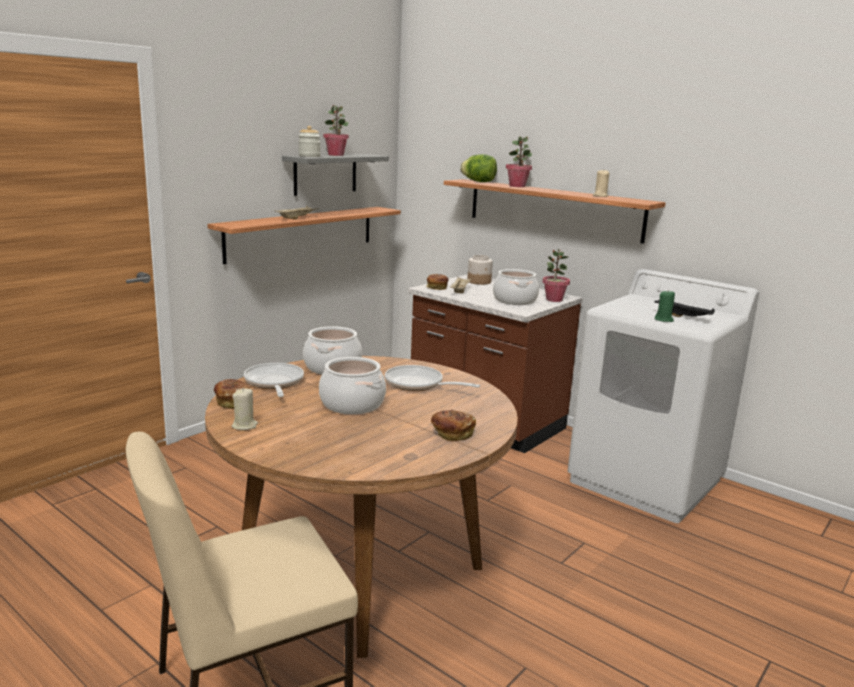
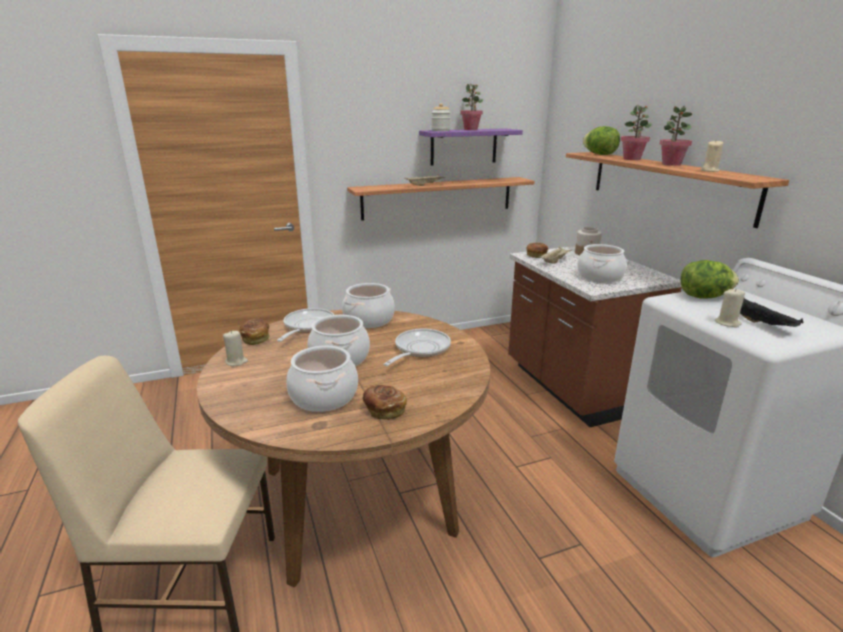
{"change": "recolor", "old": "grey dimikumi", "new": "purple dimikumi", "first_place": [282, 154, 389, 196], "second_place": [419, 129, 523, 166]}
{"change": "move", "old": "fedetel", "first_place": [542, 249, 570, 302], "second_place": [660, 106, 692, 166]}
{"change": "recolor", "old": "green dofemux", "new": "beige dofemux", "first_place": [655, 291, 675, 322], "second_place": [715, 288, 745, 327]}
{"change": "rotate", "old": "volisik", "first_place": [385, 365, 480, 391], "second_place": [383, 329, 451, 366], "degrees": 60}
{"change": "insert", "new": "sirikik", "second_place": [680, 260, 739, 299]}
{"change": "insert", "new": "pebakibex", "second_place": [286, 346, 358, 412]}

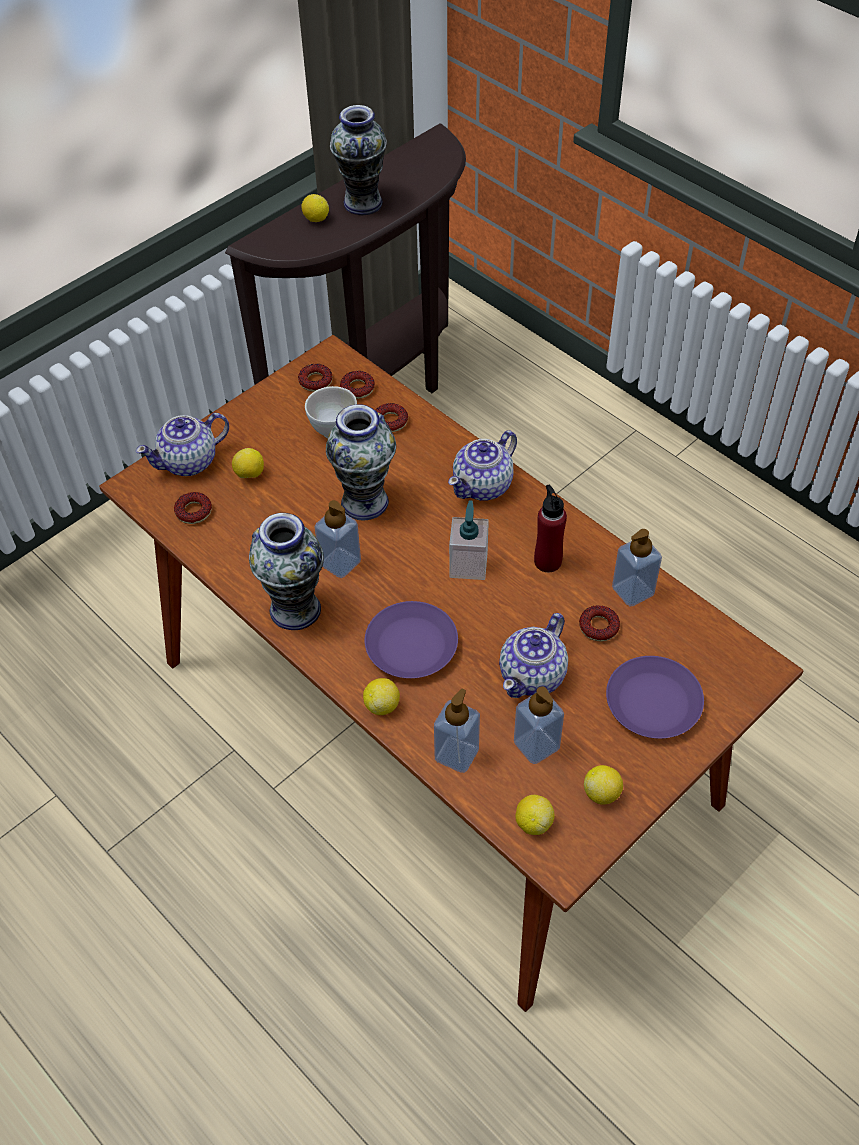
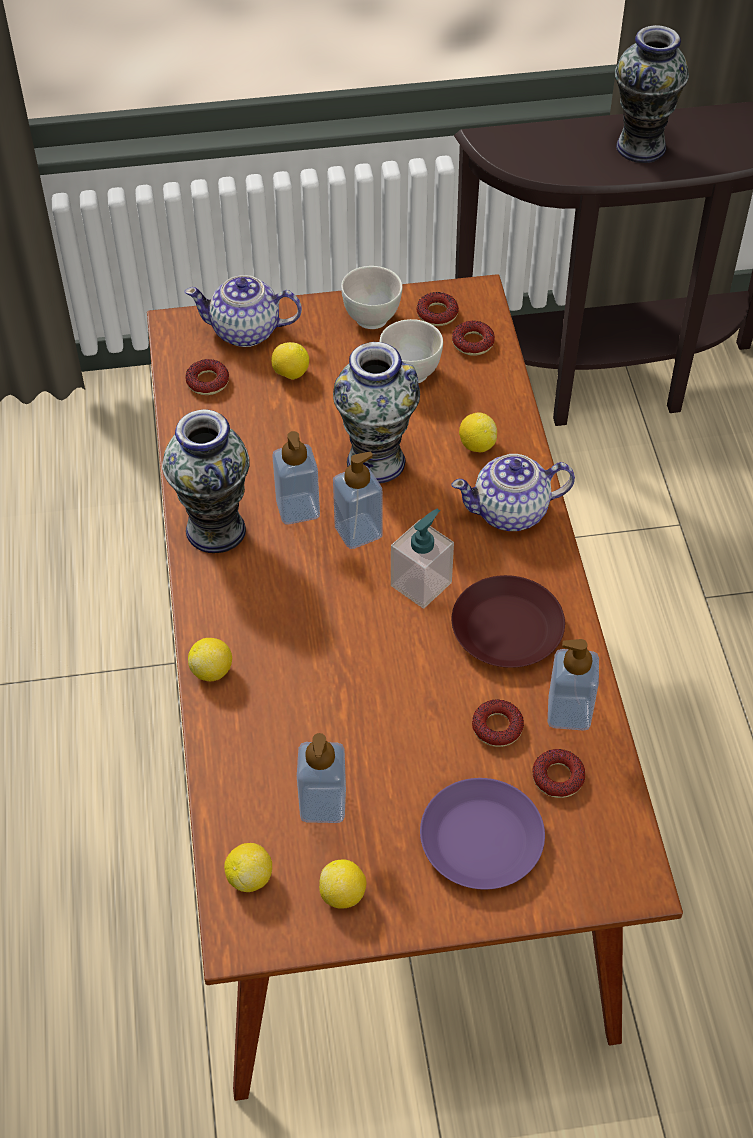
{"change": "move", "old": "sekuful", "first_place": [301, 194, 329, 222], "second_place": [459, 413, 497, 452]}
{"change": "move", "old": "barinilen", "first_place": [375, 403, 408, 432], "second_place": [532, 749, 585, 798]}
{"change": "replace", "old": "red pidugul", "new": "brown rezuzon", "first_place": [534, 485, 567, 572], "second_place": [452, 575, 565, 668]}
{"change": "delete", "old": "purple rezuzon", "first_place": [365, 601, 458, 678]}
{"change": "delete", "old": "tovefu", "first_place": [499, 613, 568, 698]}
{"change": "move", "old": "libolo", "first_place": [434, 688, 480, 773], "second_place": [333, 452, 382, 549]}
{"change": "insert", "new": "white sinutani", "second_place": [341, 266, 402, 329]}

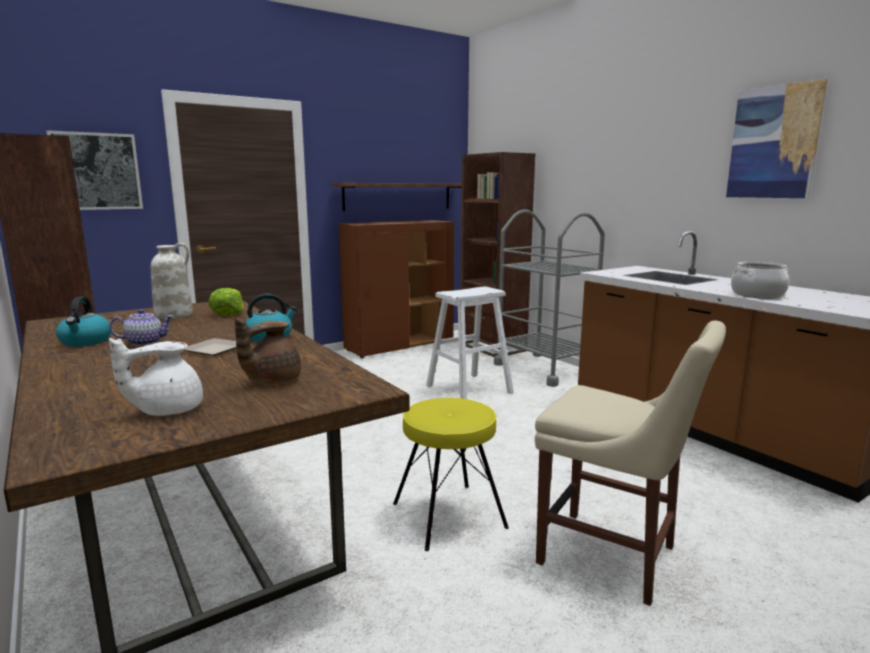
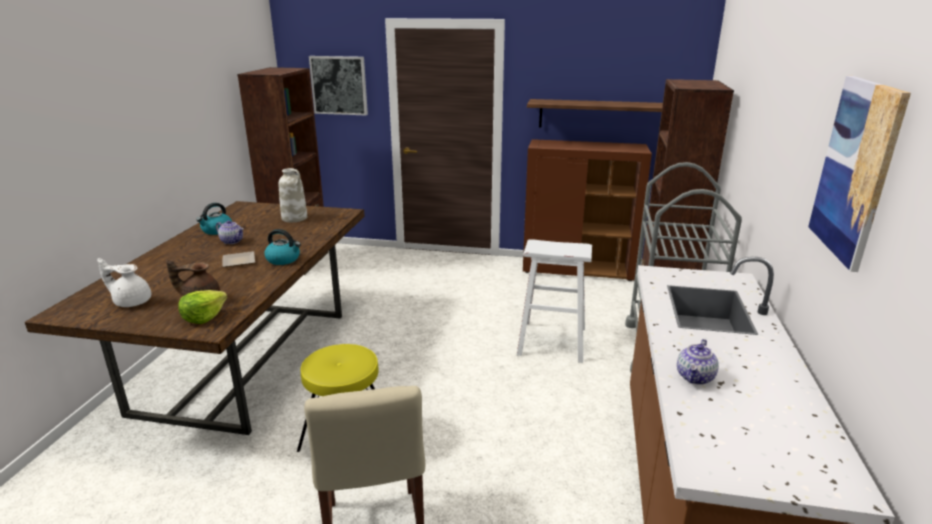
{"change": "replace", "old": "pebakibex", "new": "tovefu", "first_place": [731, 262, 789, 299], "second_place": [677, 339, 719, 385]}
{"change": "move", "old": "sirikik", "first_place": [208, 288, 244, 316], "second_place": [178, 290, 227, 324]}

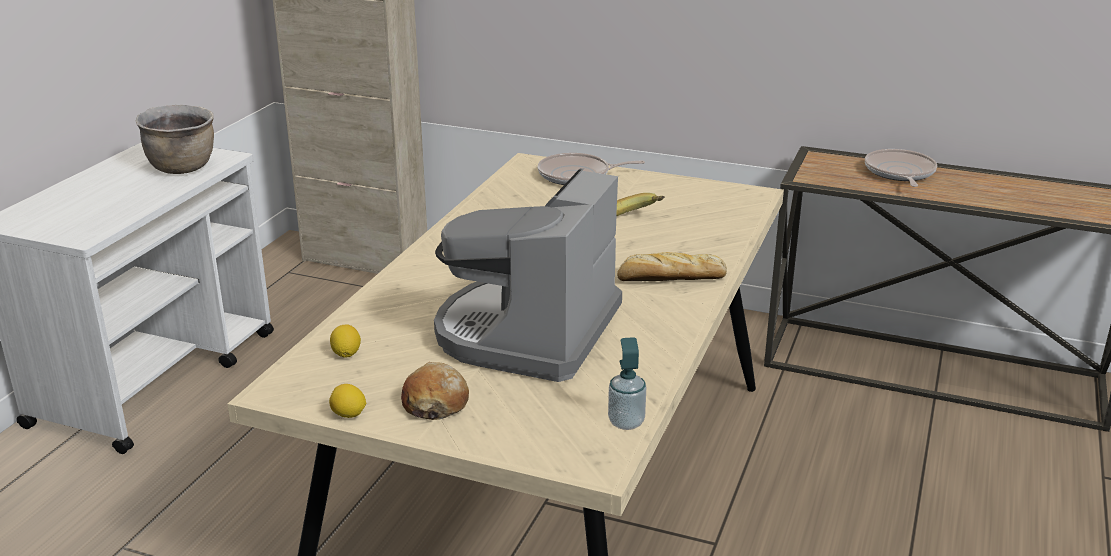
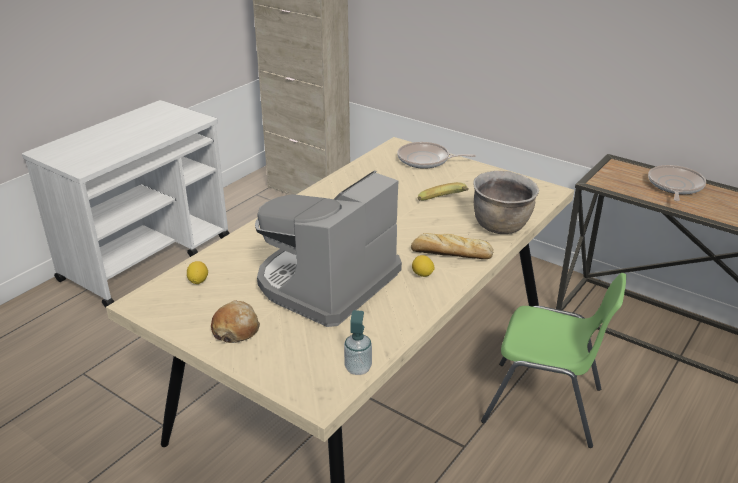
{"change": "move", "old": "brown pebakibex", "first_place": [136, 105, 214, 174], "second_place": [473, 171, 539, 234]}
{"change": "move", "old": "sekuful", "first_place": [329, 384, 366, 418], "second_place": [412, 255, 435, 277]}
{"change": "insert", "new": "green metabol", "second_place": [481, 273, 626, 448]}

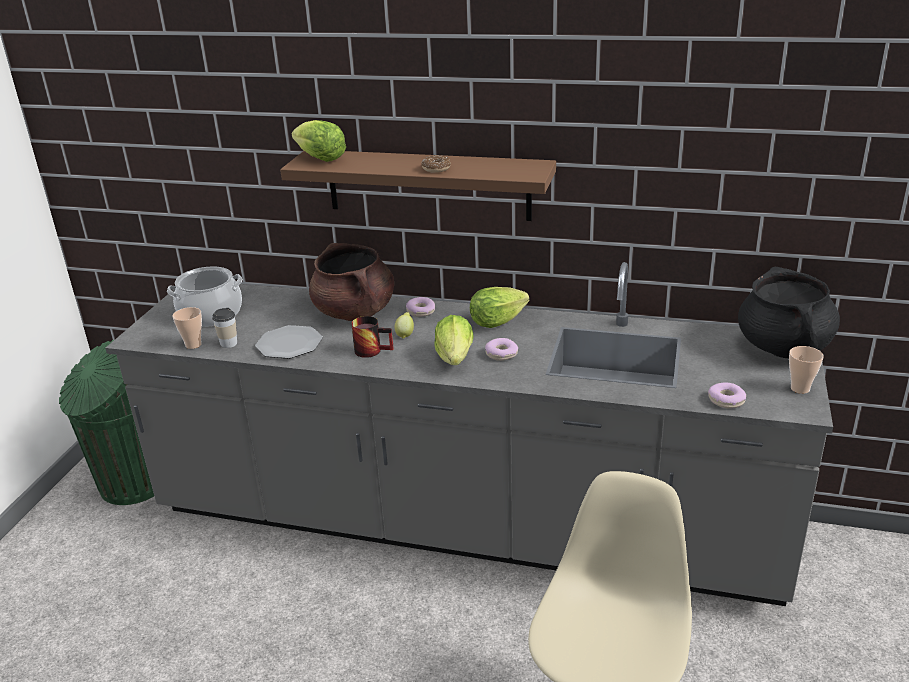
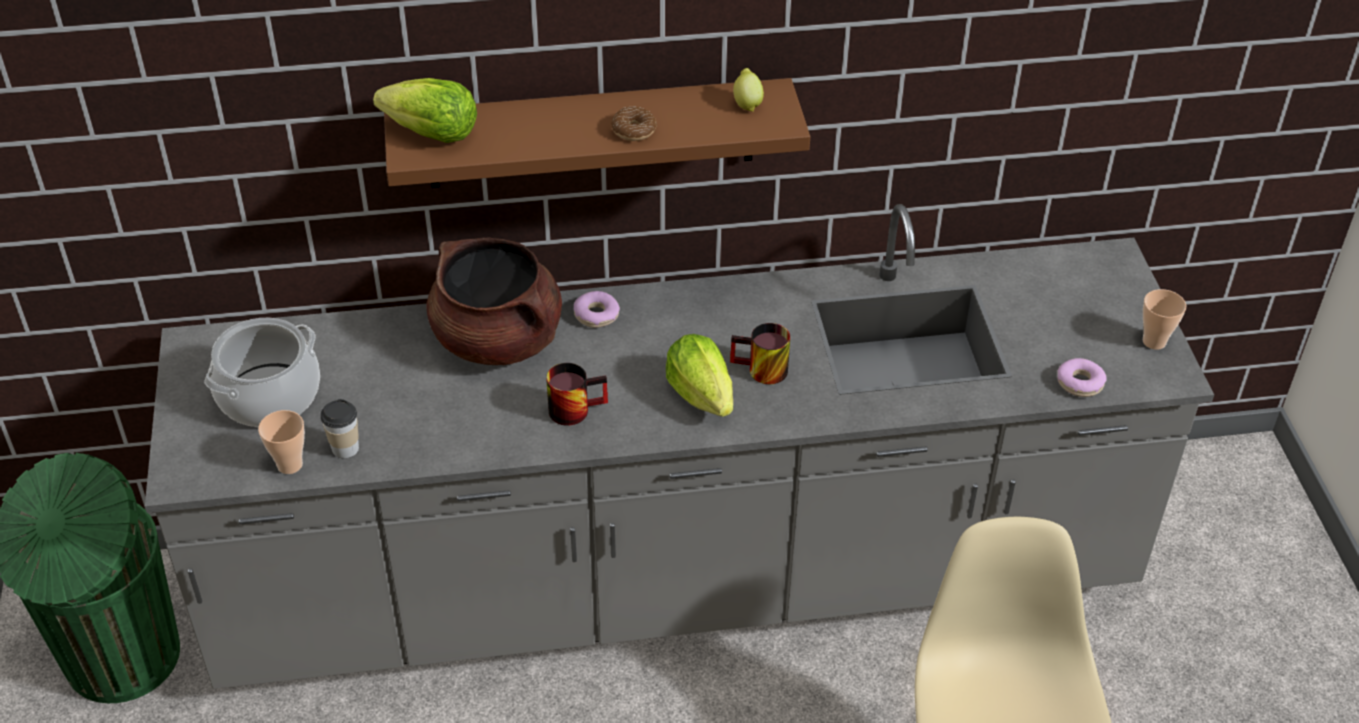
{"change": "delete", "old": "black pebakibex", "first_place": [738, 266, 840, 358]}
{"change": "delete", "old": "sirikik", "first_place": [470, 287, 529, 328]}
{"change": "move", "old": "sekuful", "first_place": [395, 312, 414, 339], "second_place": [733, 68, 764, 112]}
{"change": "delete", "old": "rezuzon", "first_place": [255, 325, 323, 359]}
{"change": "replace", "old": "barinilen", "new": "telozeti", "first_place": [485, 338, 518, 361], "second_place": [730, 323, 790, 384]}

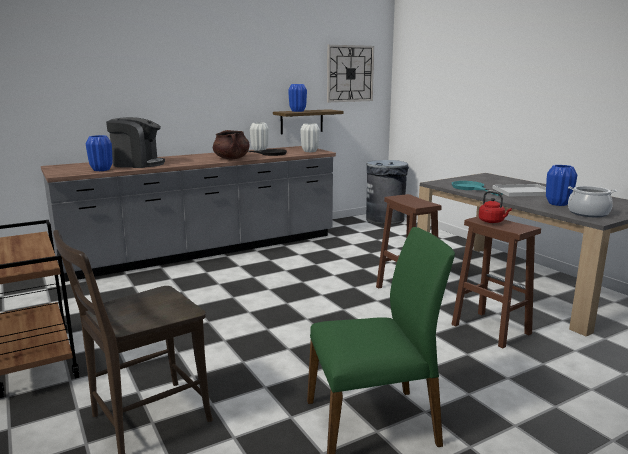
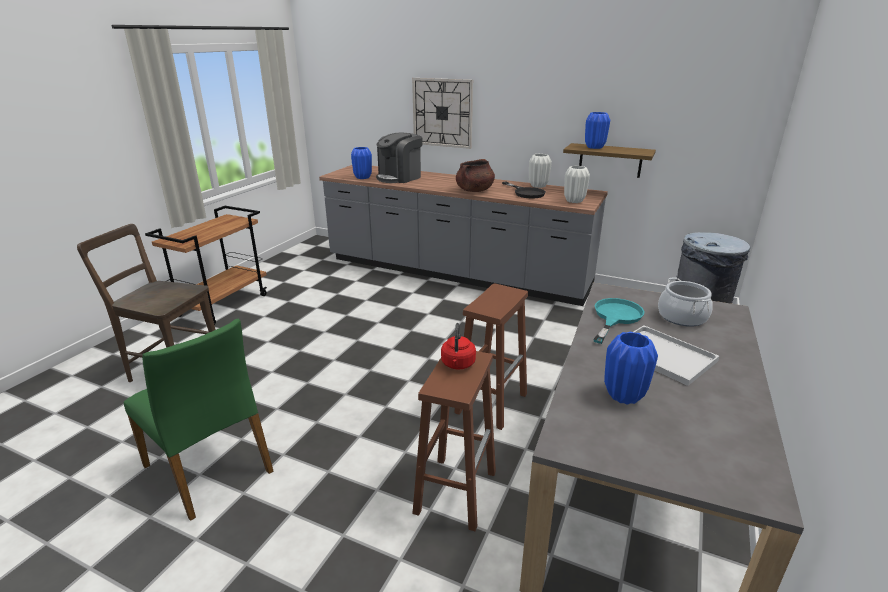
{"change": "move", "old": "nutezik", "first_place": [327, 45, 374, 102], "second_place": [412, 78, 473, 149]}
{"change": "rotate", "old": "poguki", "first_place": [106, 117, 165, 168], "second_place": [376, 133, 423, 183], "degrees": 75}
{"change": "move", "old": "pebakibex", "first_place": [568, 186, 617, 217], "second_place": [658, 277, 713, 327]}

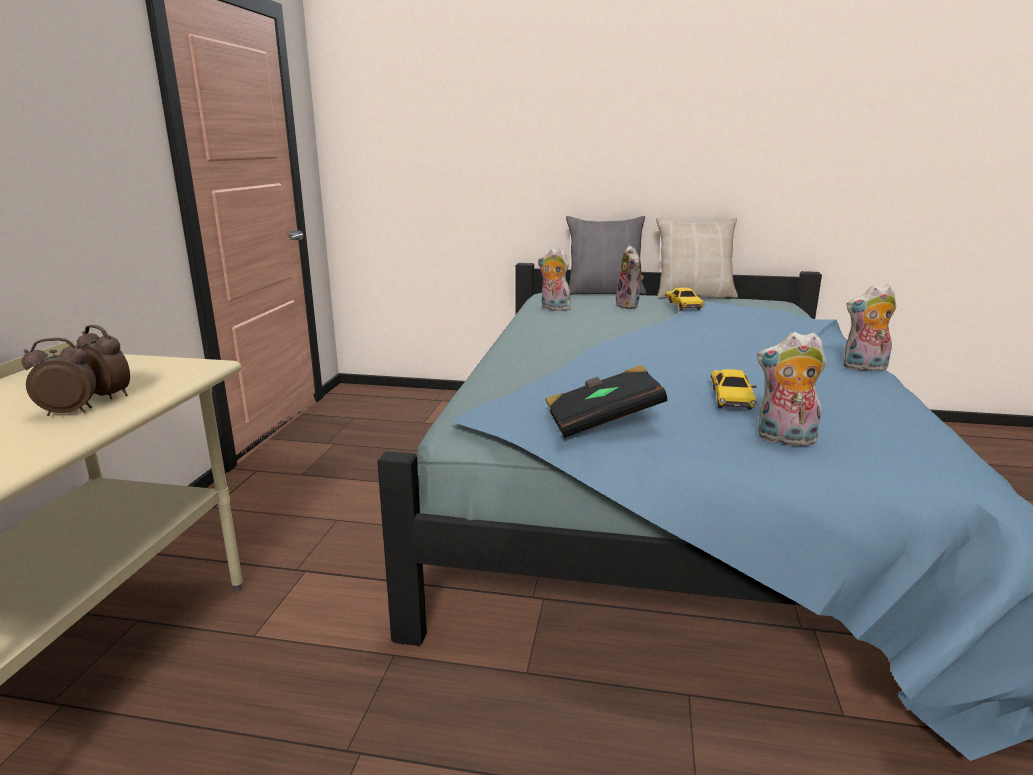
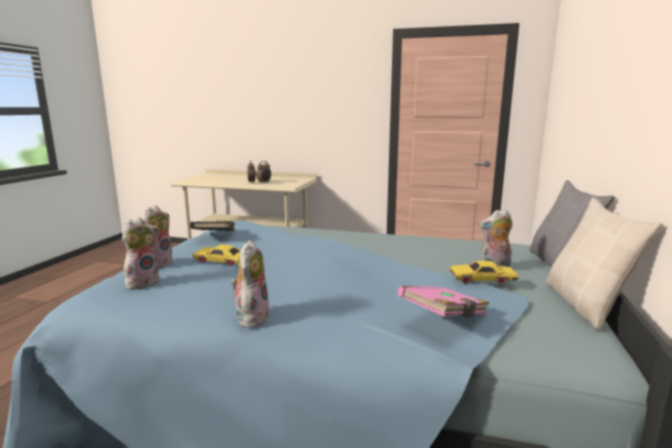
{"change": "move", "old": "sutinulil", "first_place": [538, 248, 571, 311], "second_place": [122, 218, 160, 290]}
{"change": "insert", "new": "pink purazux", "second_place": [398, 286, 490, 317]}

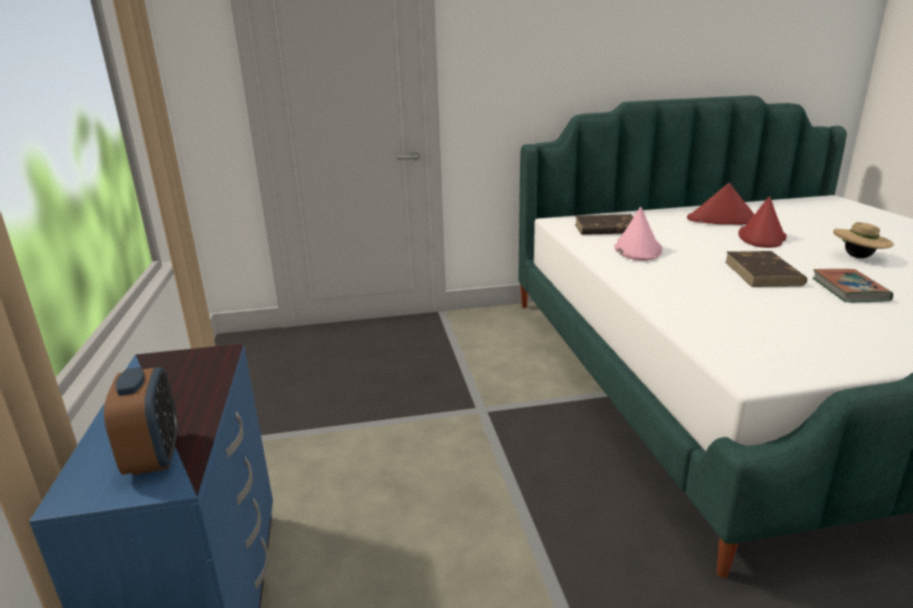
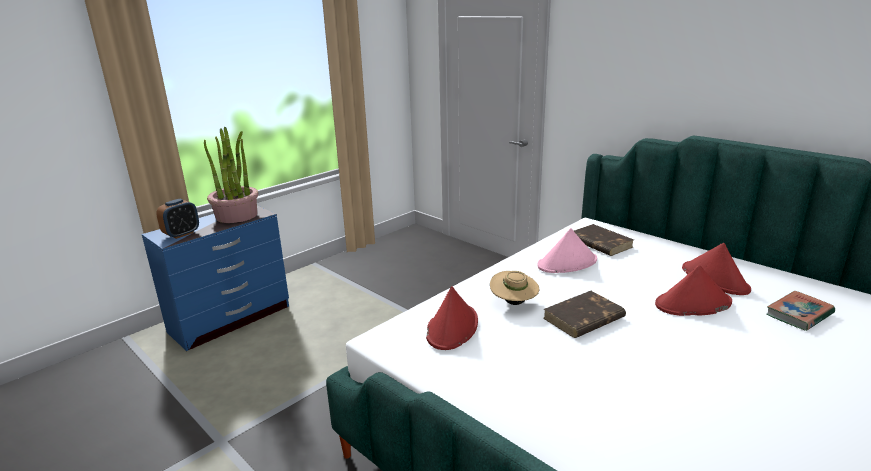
{"change": "move", "old": "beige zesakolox", "first_place": [833, 222, 894, 258], "second_place": [490, 271, 539, 305]}
{"change": "move", "old": "purazux", "first_place": [812, 269, 893, 302], "second_place": [766, 291, 835, 331]}
{"change": "insert", "new": "fedetel", "second_place": [204, 127, 258, 223]}
{"change": "insert", "new": "red zesakolox", "second_place": [426, 286, 478, 350]}

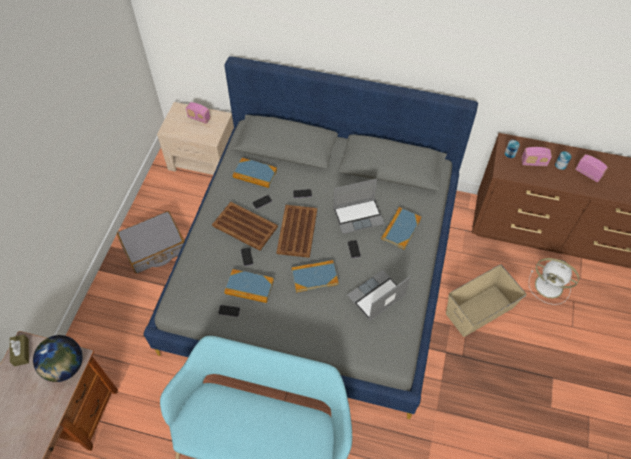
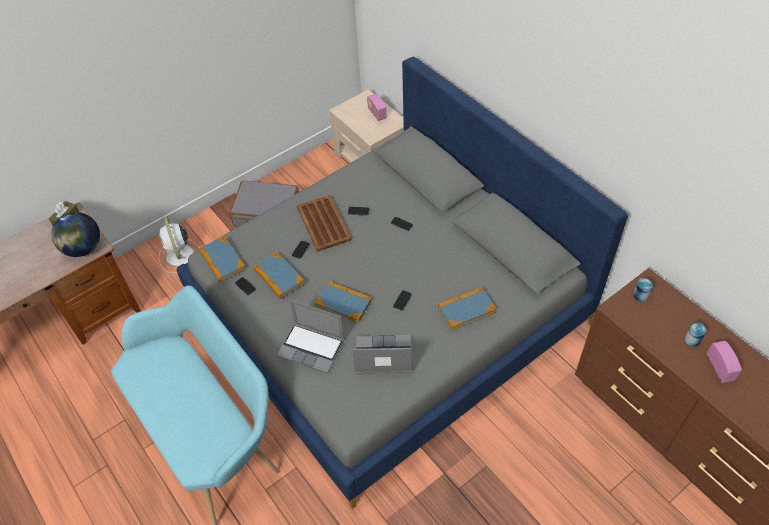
{"change": "delete", "old": "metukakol", "first_place": [521, 147, 552, 166]}
{"change": "move", "old": "purazux", "first_place": [233, 158, 277, 188], "second_place": [199, 236, 246, 282]}
{"change": "move", "old": "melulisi", "first_place": [333, 179, 385, 234], "second_place": [277, 300, 345, 374]}
{"change": "delete", "old": "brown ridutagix", "first_place": [276, 205, 317, 258]}
{"change": "move", "old": "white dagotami", "first_place": [529, 258, 579, 305], "second_place": [159, 216, 200, 273]}
{"change": "delete", "old": "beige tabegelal", "first_place": [446, 264, 527, 337]}

